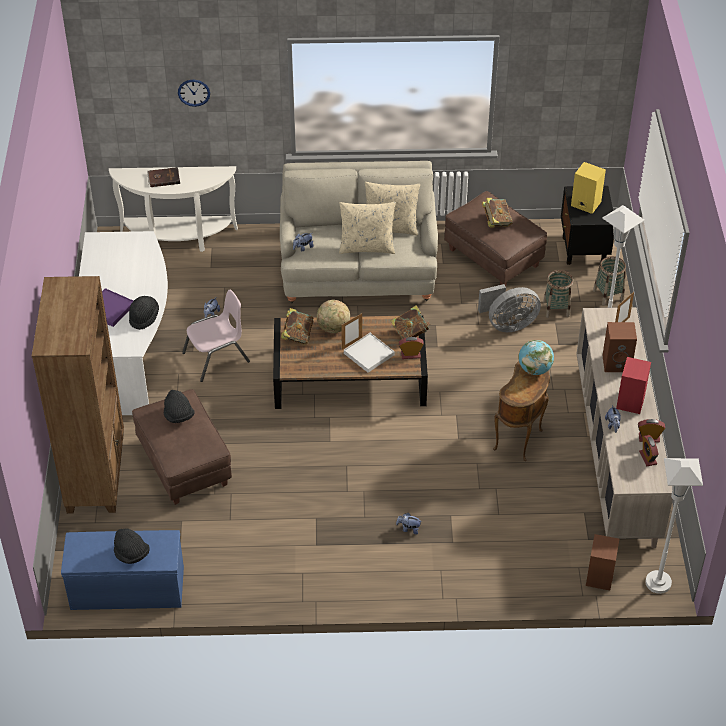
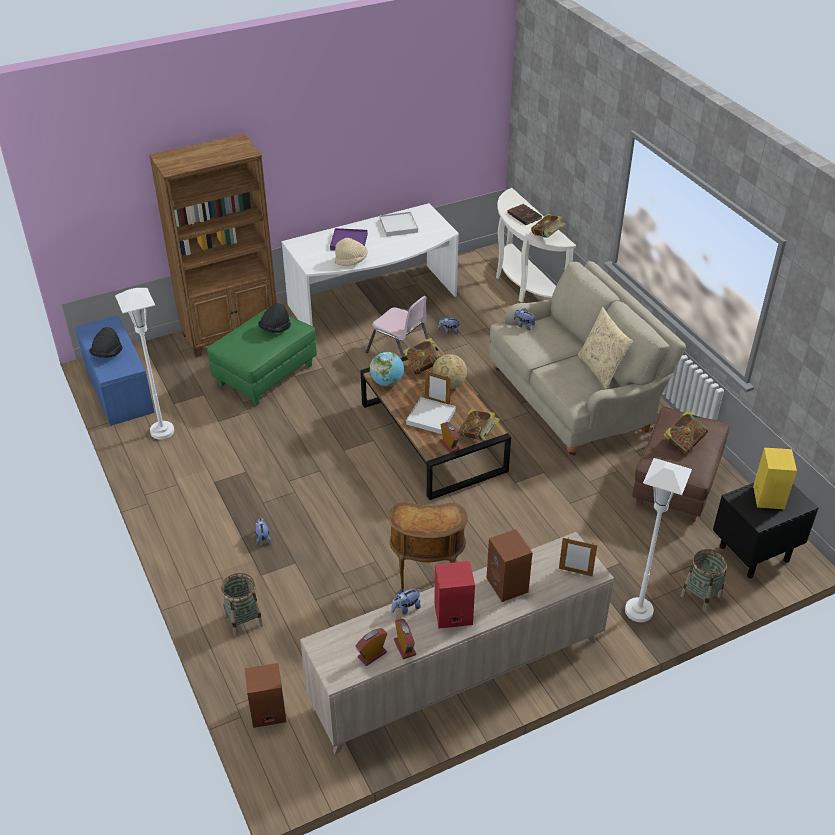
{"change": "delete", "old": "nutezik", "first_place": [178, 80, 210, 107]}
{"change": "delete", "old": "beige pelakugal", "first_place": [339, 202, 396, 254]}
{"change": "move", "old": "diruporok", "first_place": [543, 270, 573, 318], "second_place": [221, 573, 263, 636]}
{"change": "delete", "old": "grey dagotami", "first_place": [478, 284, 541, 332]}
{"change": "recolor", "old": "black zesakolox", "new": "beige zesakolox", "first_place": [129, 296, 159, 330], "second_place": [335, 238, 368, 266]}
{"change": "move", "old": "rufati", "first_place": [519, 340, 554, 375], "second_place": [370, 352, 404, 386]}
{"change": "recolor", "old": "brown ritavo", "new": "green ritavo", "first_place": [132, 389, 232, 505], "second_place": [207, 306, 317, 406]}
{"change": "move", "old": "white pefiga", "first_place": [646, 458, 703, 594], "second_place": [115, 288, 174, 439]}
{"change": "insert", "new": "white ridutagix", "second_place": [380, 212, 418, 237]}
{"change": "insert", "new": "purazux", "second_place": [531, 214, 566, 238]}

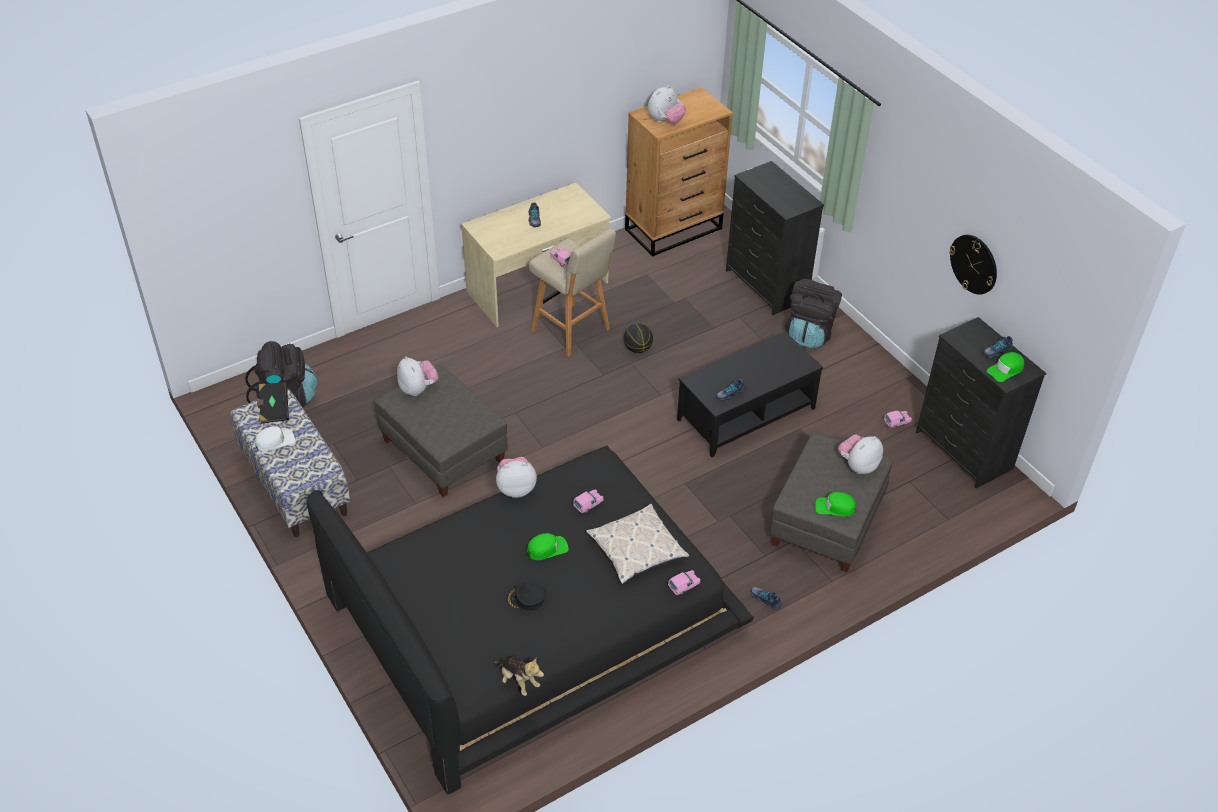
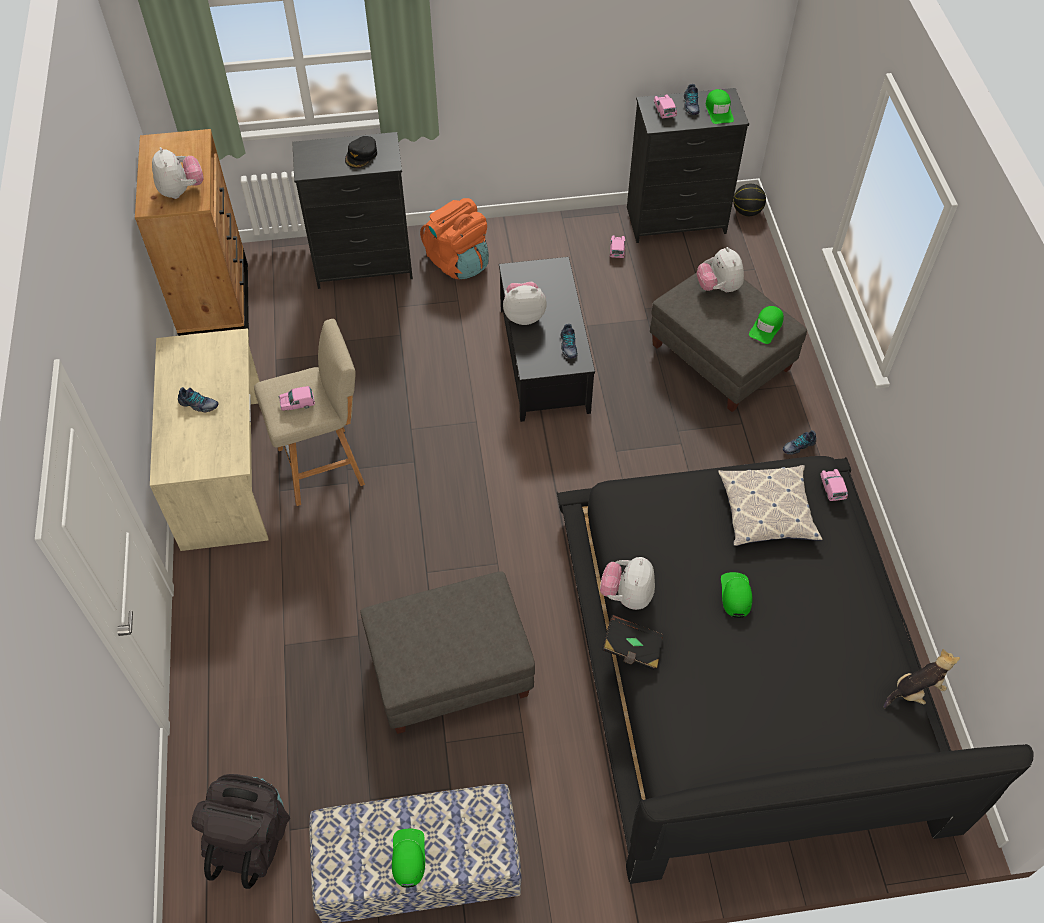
{"change": "delete", "old": "nutezik", "first_place": [949, 235, 997, 295]}
{"change": "recolor", "old": "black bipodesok", "new": "orange bipodesok", "first_place": [785, 279, 842, 348], "second_place": [420, 198, 489, 279]}
{"change": "move", "old": "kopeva", "first_place": [624, 324, 653, 353], "second_place": [733, 184, 766, 216]}
{"change": "move", "old": "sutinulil", "first_place": [397, 357, 439, 396], "second_place": [503, 282, 547, 325]}
{"change": "move", "old": "black purazux", "first_place": [257, 382, 289, 423], "second_place": [602, 615, 664, 670]}
{"change": "recolor", "old": "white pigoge", "new": "green pigoge", "first_place": [255, 426, 295, 452], "second_place": [392, 829, 425, 888]}
{"change": "move", "old": "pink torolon", "first_place": [573, 489, 604, 513], "second_place": [654, 94, 677, 118]}
{"change": "move", "old": "black pigoge", "first_place": [506, 583, 546, 611], "second_place": [345, 136, 377, 168]}

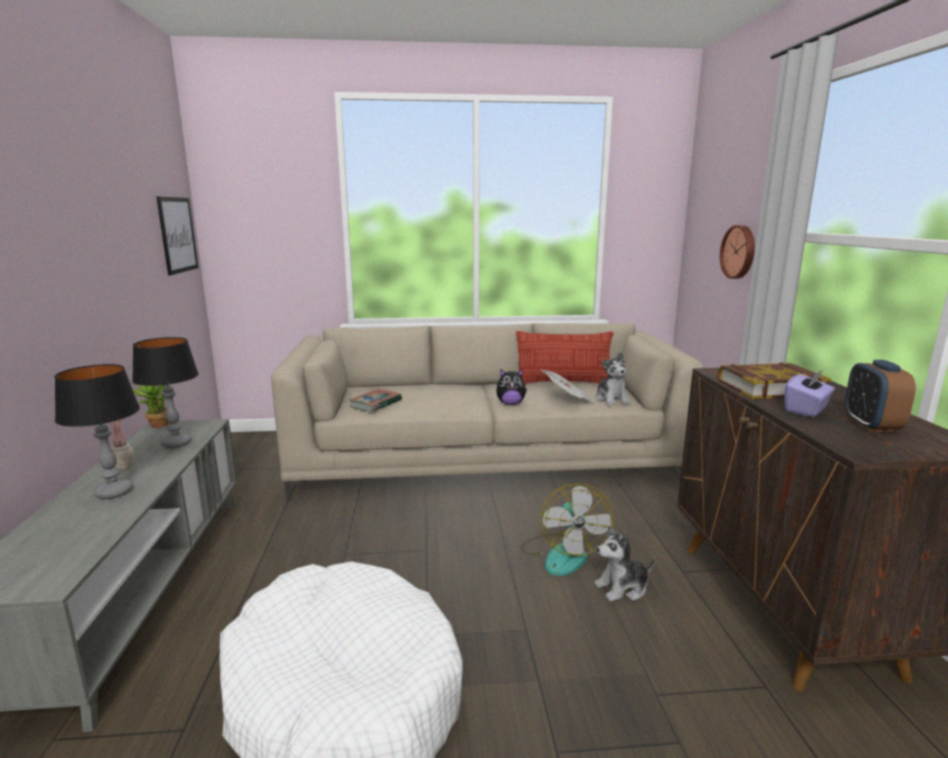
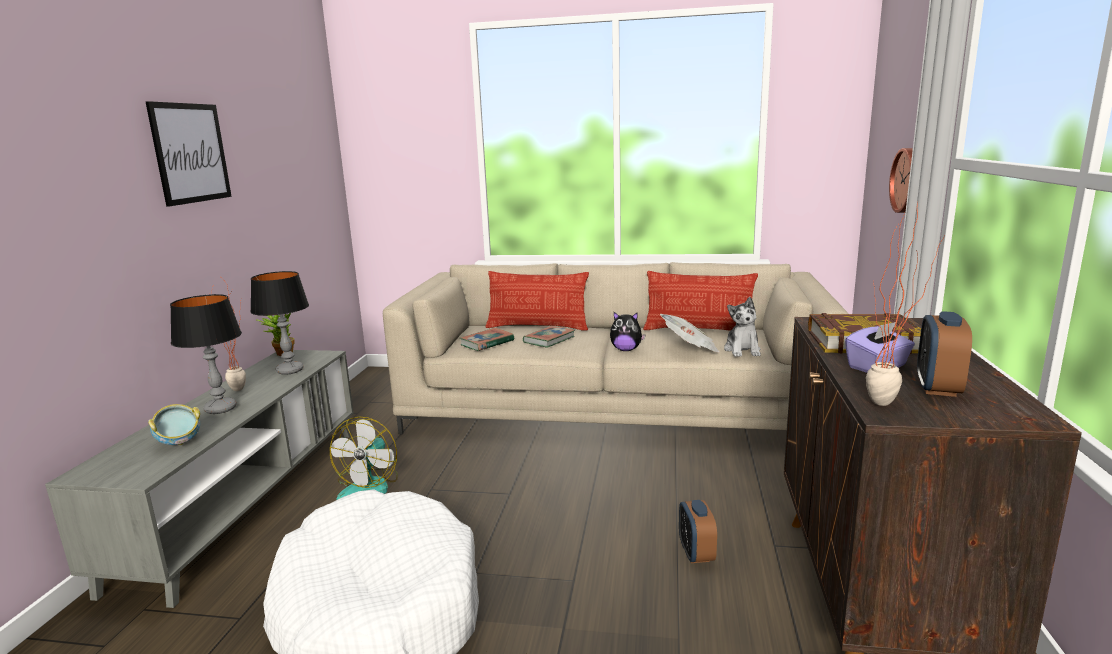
{"change": "move", "old": "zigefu", "first_place": [156, 196, 199, 275], "second_place": [145, 101, 232, 207]}
{"change": "move", "old": "dagotami", "first_place": [521, 483, 614, 576], "second_place": [330, 417, 398, 500]}
{"change": "replace", "old": "sutinulil", "new": "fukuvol", "first_place": [594, 526, 655, 602], "second_place": [679, 500, 717, 563]}
{"change": "insert", "new": "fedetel", "second_place": [866, 202, 945, 406]}
{"change": "insert", "new": "pelakugal", "second_place": [485, 271, 589, 331]}
{"change": "insert", "new": "purazux", "second_place": [523, 326, 575, 348]}
{"change": "insert", "new": "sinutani", "second_place": [148, 404, 200, 445]}

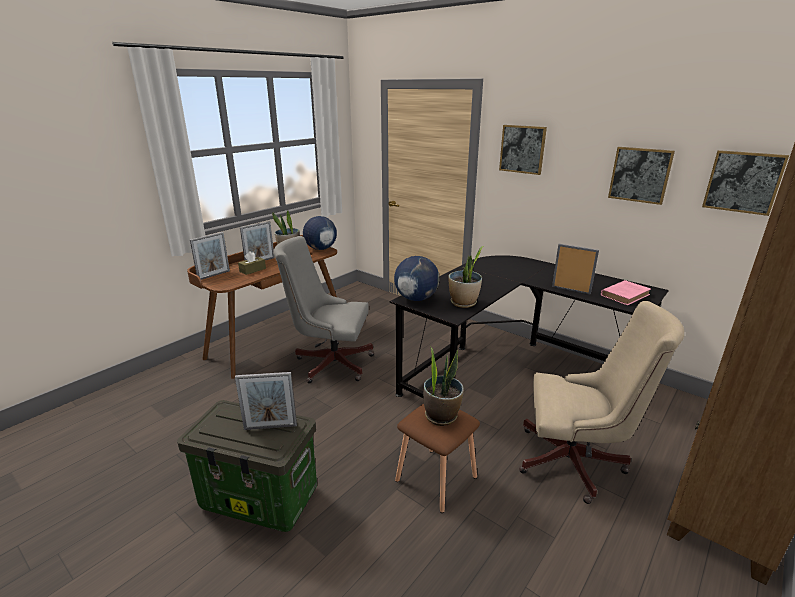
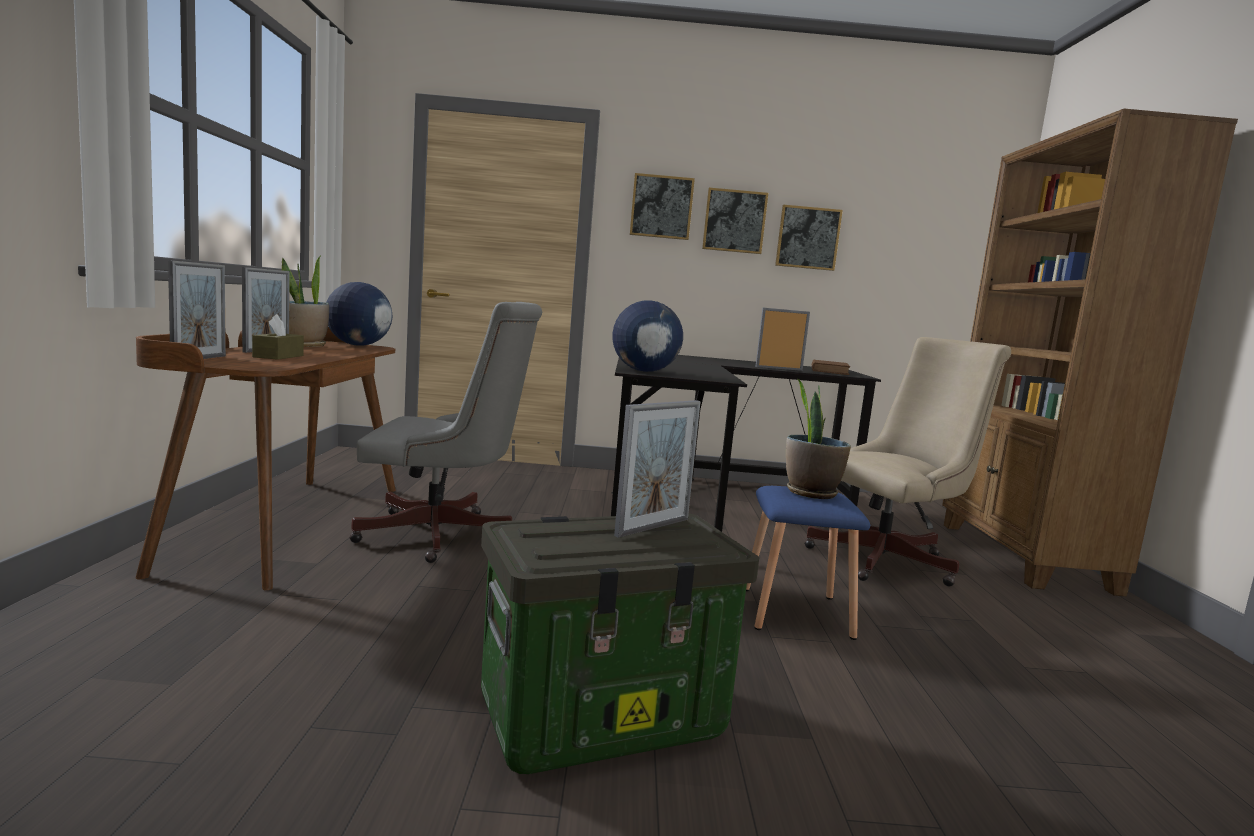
{"change": "move", "old": "zigefu", "first_place": [702, 150, 789, 216], "second_place": [702, 188, 768, 254]}
{"change": "rotate", "old": "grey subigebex", "first_place": [273, 236, 374, 383], "second_place": [349, 302, 542, 563], "degrees": -150}
{"change": "delete", "old": "fedetel", "first_place": [448, 246, 483, 308]}
{"change": "recolor", "old": "pink purazux", "new": "brown purazux", "first_place": [601, 280, 651, 305], "second_place": [812, 360, 850, 375]}
{"change": "recolor", "old": "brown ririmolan", "new": "blue ririmolan", "first_place": [395, 404, 480, 513], "second_place": [746, 486, 870, 640]}

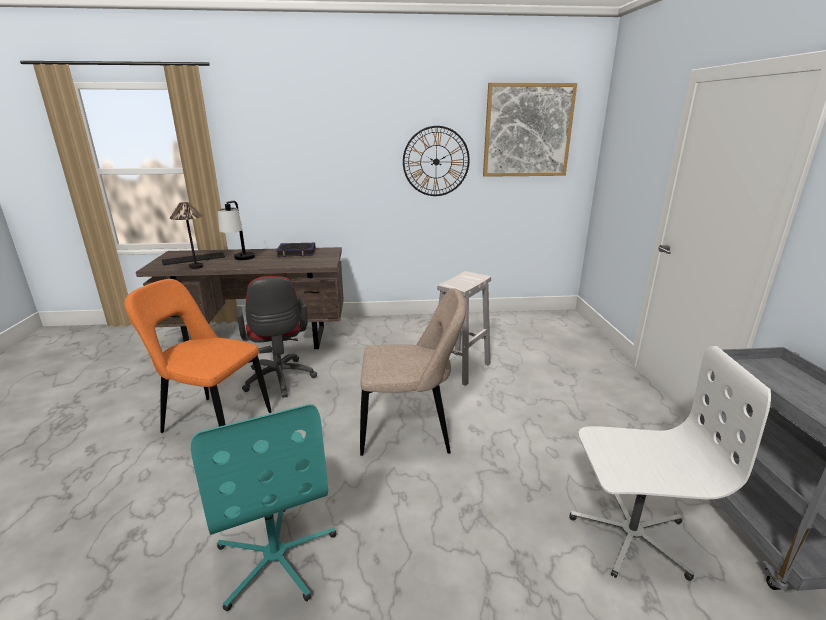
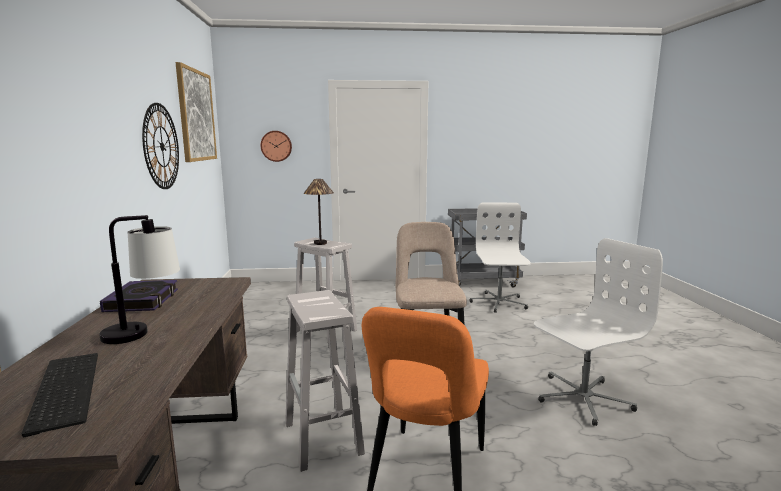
{"change": "move", "old": "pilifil", "first_place": [170, 202, 203, 269], "second_place": [304, 179, 334, 245]}
{"change": "replace", "old": "red subigebex", "new": "white ririmolan", "first_place": [236, 276, 317, 398], "second_place": [285, 290, 365, 472]}
{"change": "recolor", "old": "turquoise subigebex", "new": "white subigebex", "first_place": [191, 404, 337, 611], "second_place": [534, 238, 663, 426]}
{"change": "insert", "new": "nutezik", "second_place": [261, 131, 292, 162]}

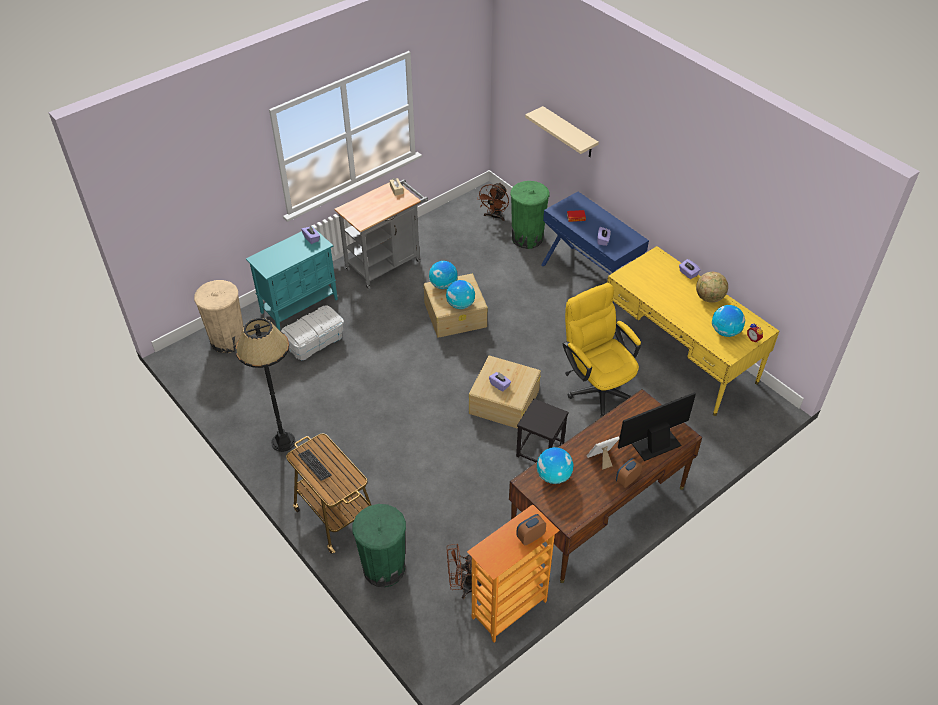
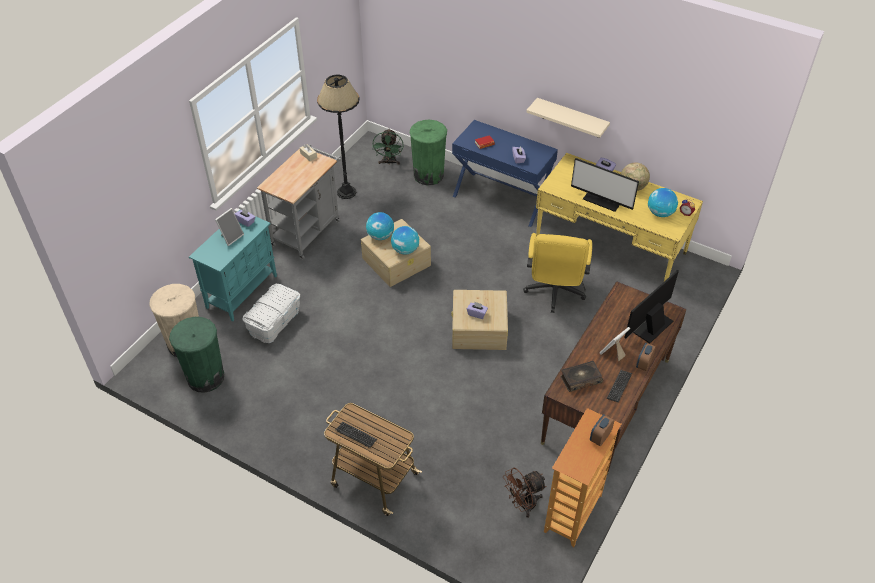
{"change": "move", "old": "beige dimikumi", "first_place": [525, 106, 599, 157], "second_place": [526, 98, 610, 138]}
{"change": "recolor", "old": "brown dagotami", "new": "green dagotami", "first_place": [477, 182, 509, 221], "second_place": [372, 129, 404, 165]}
{"change": "rotate", "old": "yellow subigebex", "first_place": [563, 283, 641, 417], "second_place": [523, 233, 592, 313], "degrees": -120}
{"change": "move", "old": "black pefiga", "first_place": [235, 318, 296, 452], "second_place": [317, 75, 359, 199]}
{"change": "delete", "old": "black ririmolan", "first_place": [516, 399, 568, 462]}
{"change": "replace", "old": "rufati", "new": "purazux", "first_place": [537, 447, 573, 484], "second_place": [560, 361, 603, 392]}
{"change": "move", "old": "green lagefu", "first_place": [353, 504, 406, 587], "second_place": [169, 317, 225, 393]}
{"change": "insert", "new": "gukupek", "second_place": [571, 158, 639, 212]}
{"change": "insert", "new": "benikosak", "second_place": [215, 208, 244, 246]}
{"change": "insert", "new": "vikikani", "second_place": [607, 370, 632, 402]}

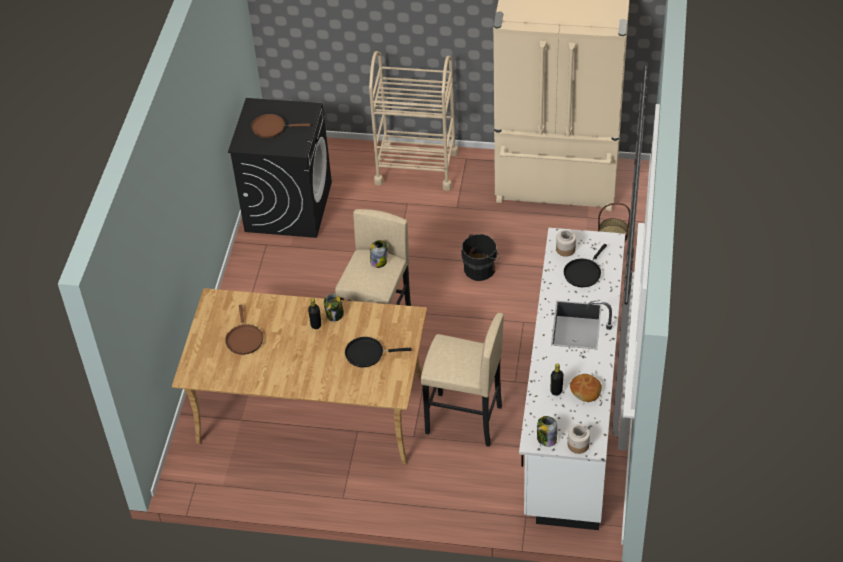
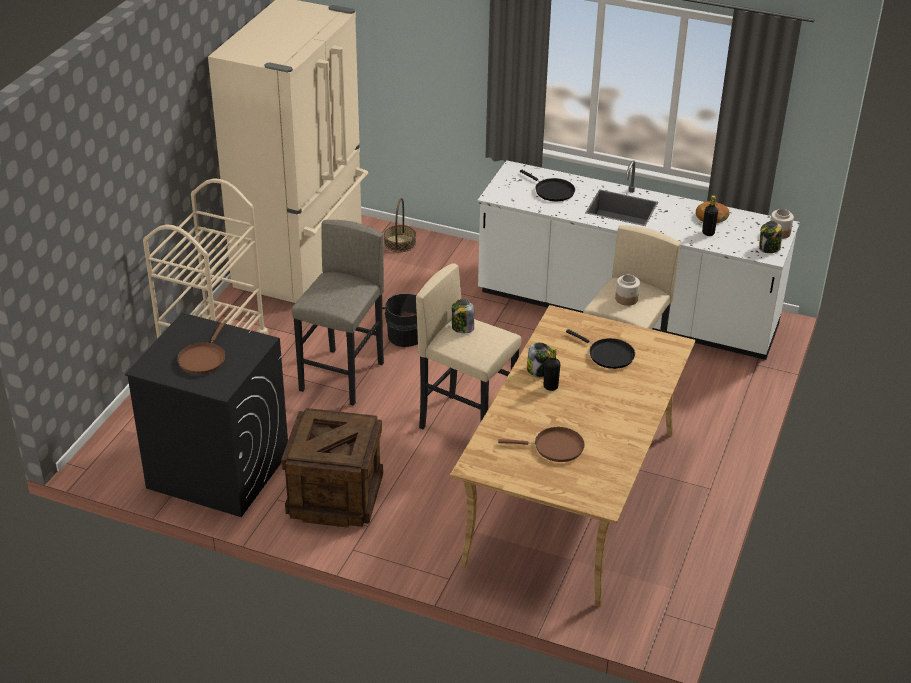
{"change": "move", "old": "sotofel", "first_place": [556, 230, 576, 257], "second_place": [615, 275, 640, 306]}
{"change": "rotate", "old": "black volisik", "first_place": [345, 337, 412, 367], "second_place": [566, 329, 635, 369], "degrees": -60}
{"change": "insert", "new": "grey ririmolan", "second_place": [292, 220, 384, 406]}
{"change": "insert", "new": "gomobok", "second_place": [281, 408, 383, 528]}

